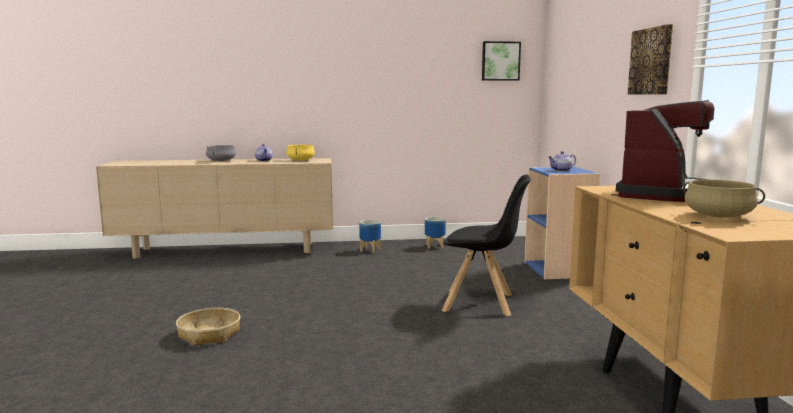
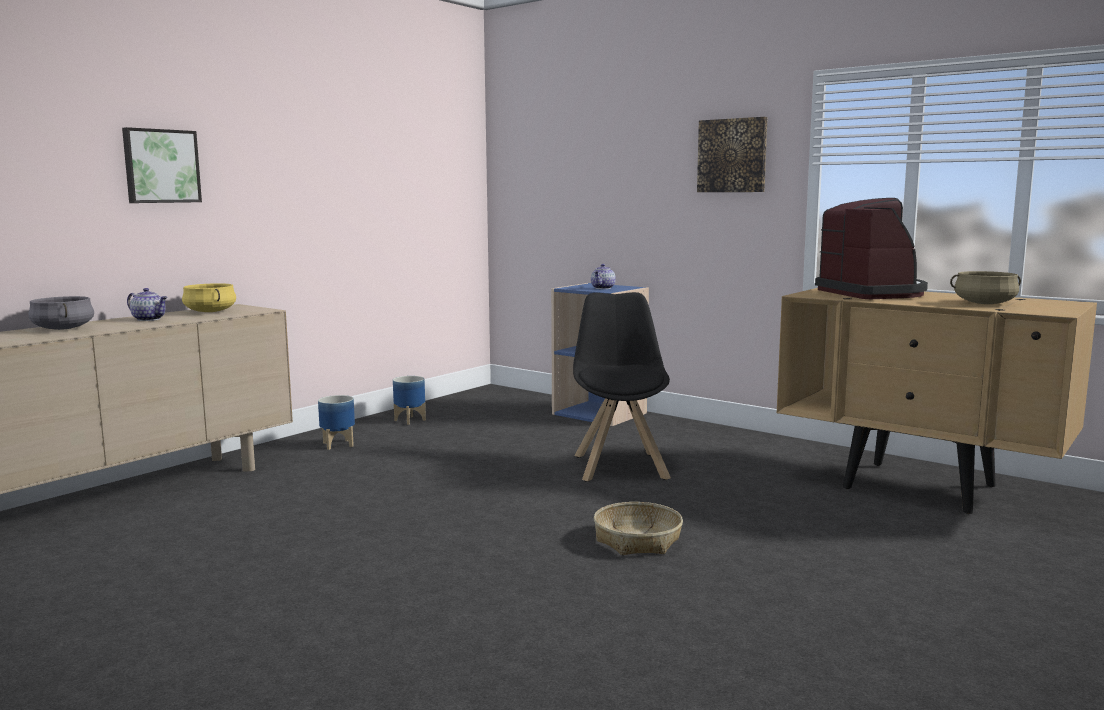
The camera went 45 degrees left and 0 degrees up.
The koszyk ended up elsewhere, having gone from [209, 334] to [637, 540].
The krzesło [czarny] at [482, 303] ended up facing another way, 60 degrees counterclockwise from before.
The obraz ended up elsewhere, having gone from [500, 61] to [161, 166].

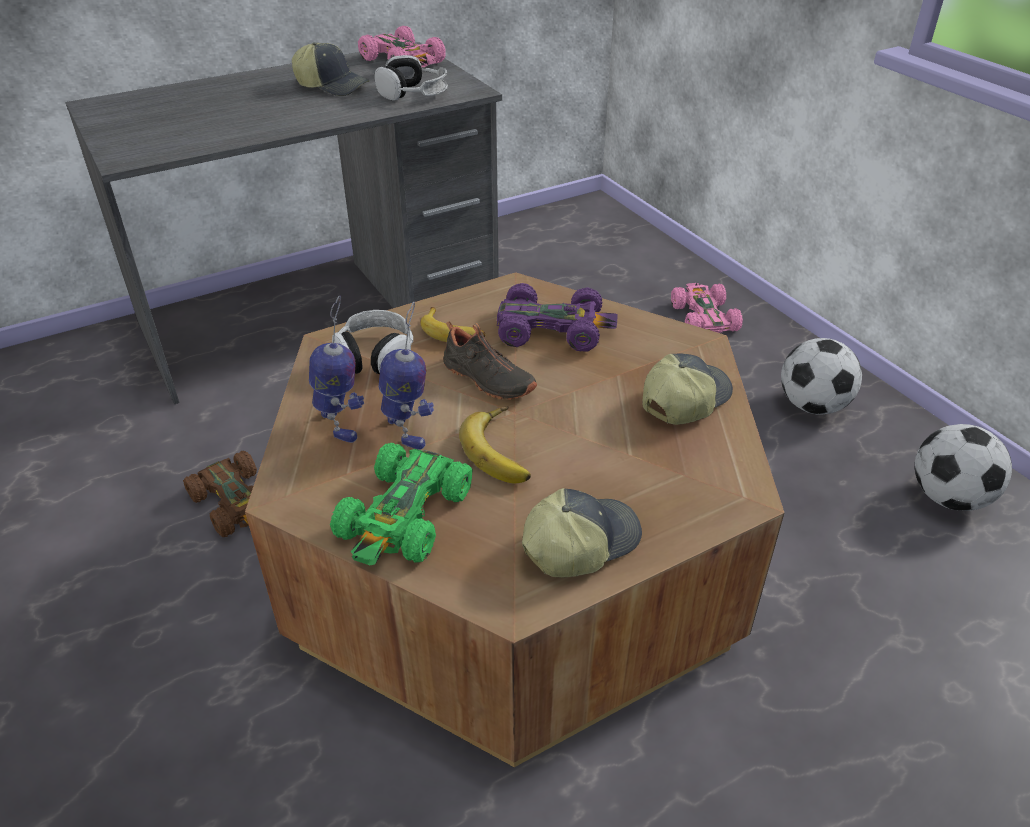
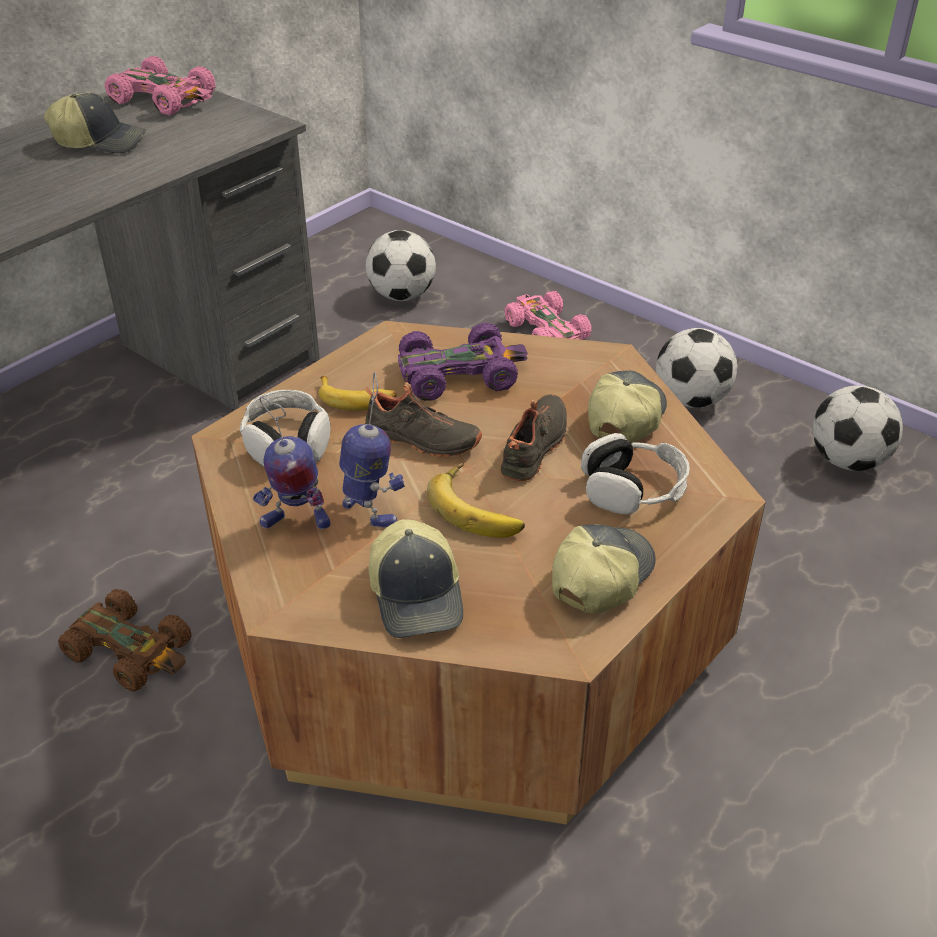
The camera went 20 degrees left and 0 degrees up.
The robot zabawkowy at [341, 424] ended up facing another way, 135 degrees clockwise from before.
Where the samochodzik [zielony] stood at [405, 516], the czapka z daszkiem came to stand at [418, 595].
The słuchawki ended up elsewhere, having gone from [413, 93] to [633, 489].
The second view gained the piłka futbolowa at [402, 296].
The second view gained the but [czarny] at [536, 447].

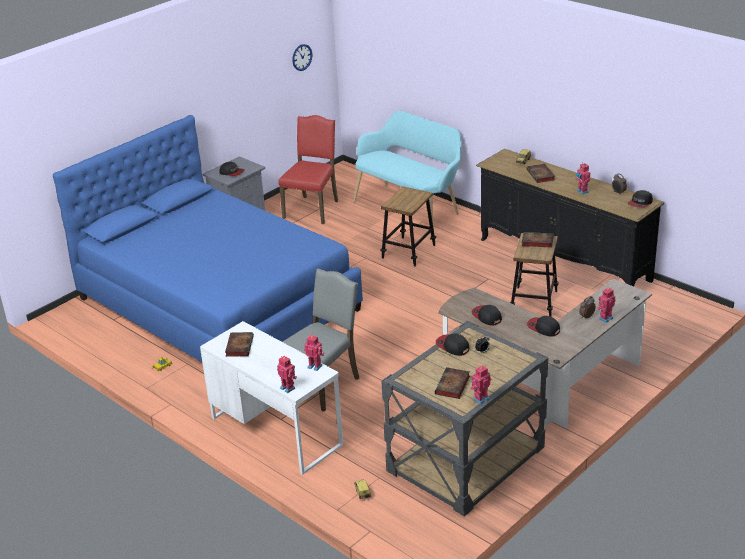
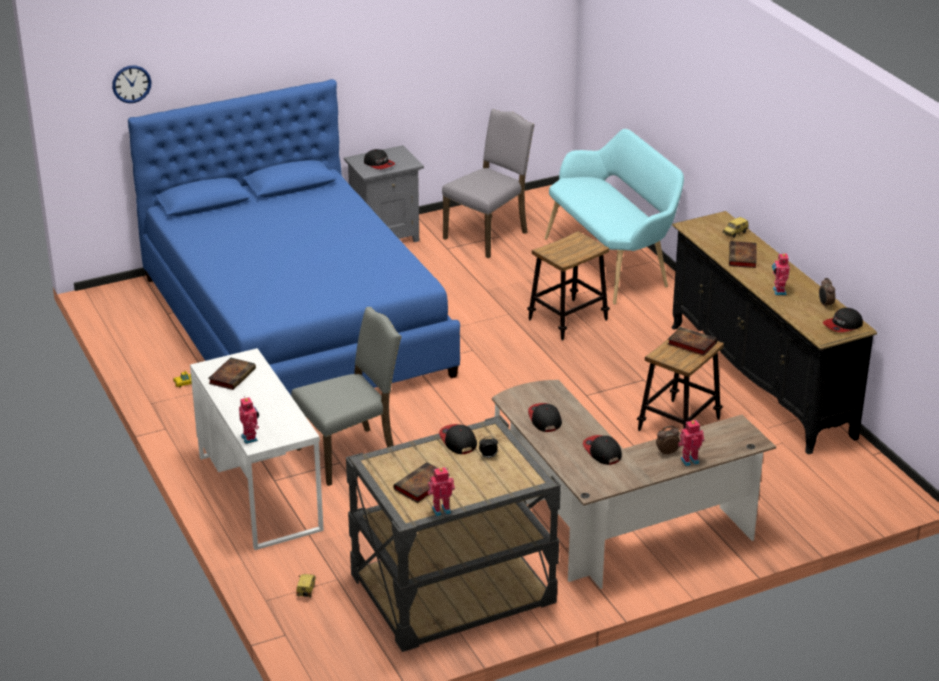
The camera went 20 degrees right and 0 degrees up.
What was the krzesło [czerwony] at [313, 209] turned into the krzesło [szary] at [488, 235].
The zegar ścienny ended up elsewhere, having gone from [302, 57] to [131, 84].
The second view lost the robot zabawkowy at [315, 366].

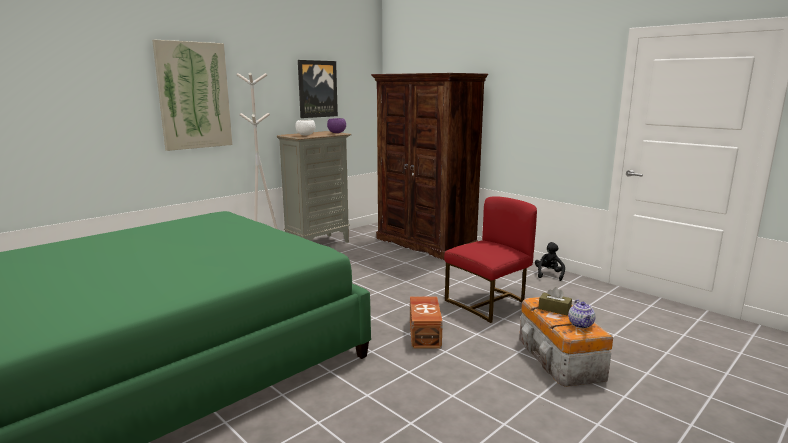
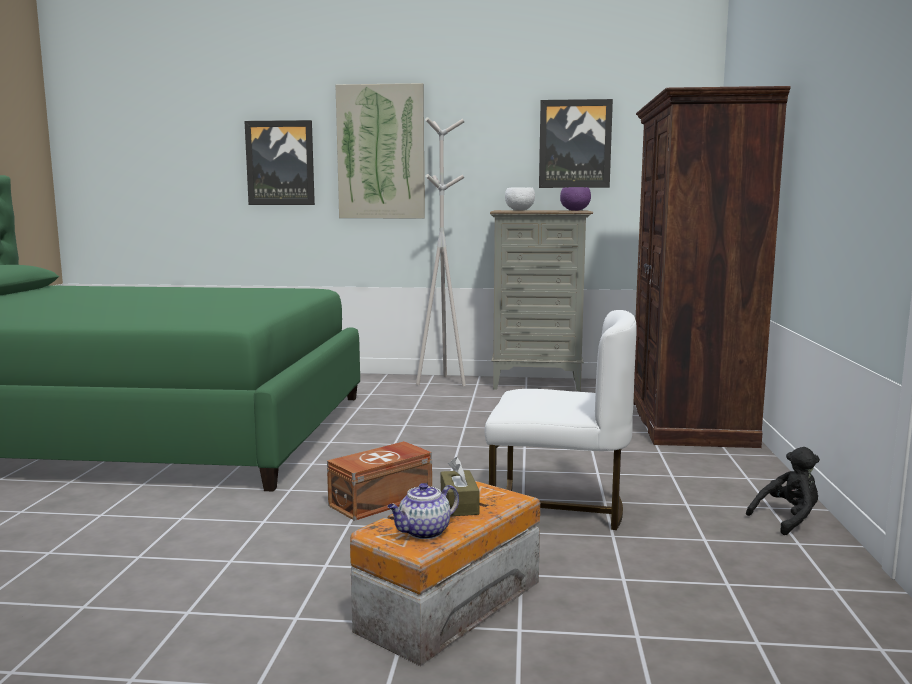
The camera went 50 degrees right and 5 degrees down.
What was the krzesło [czerwony] at [488, 303] turned into the krzesło [biały] at [558, 508].
The second view gained the obraz at [280, 163].

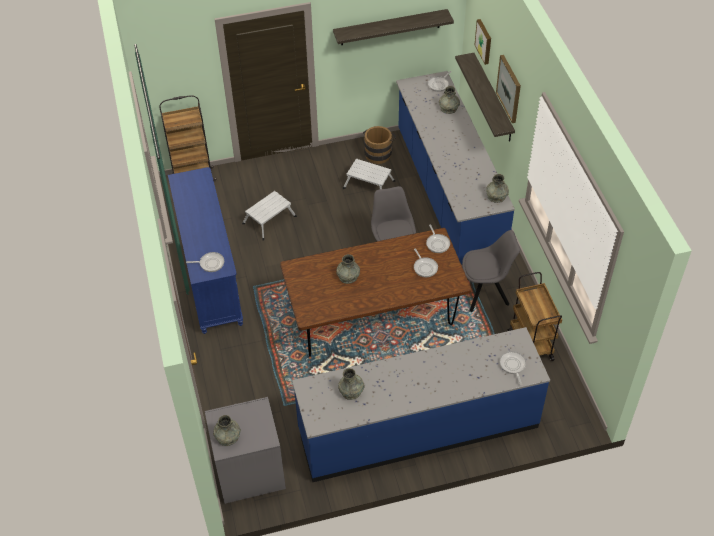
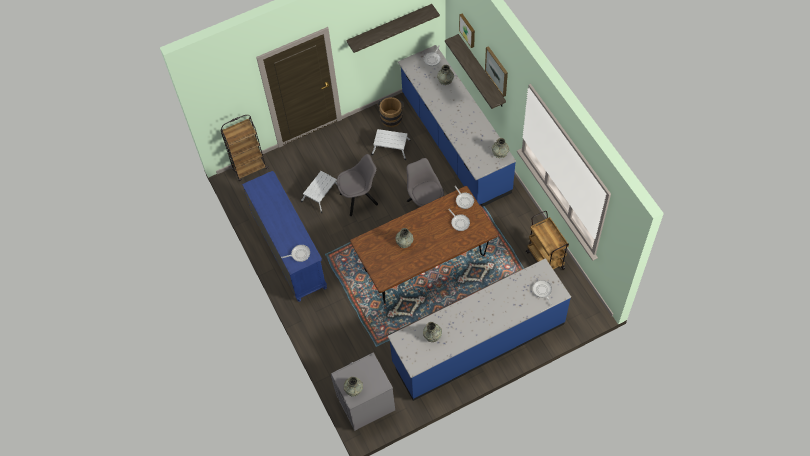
The camera went 10 degrees left and 10 degrees up.
The krzesło [szary] ended up elsewhere, having gone from [485, 294] to [359, 199].

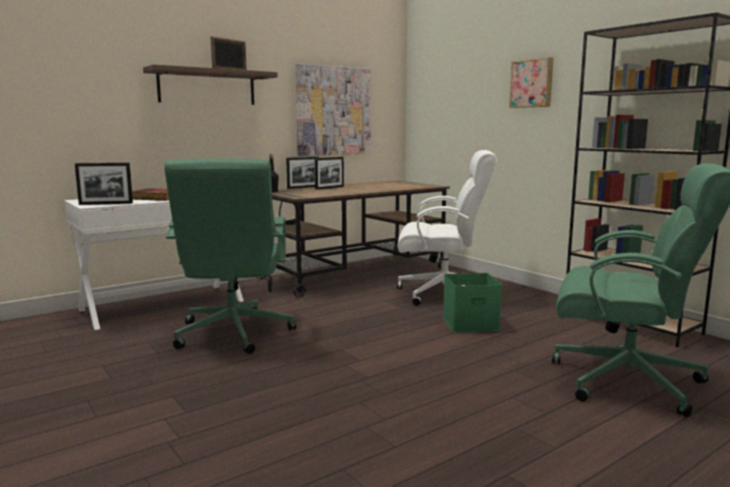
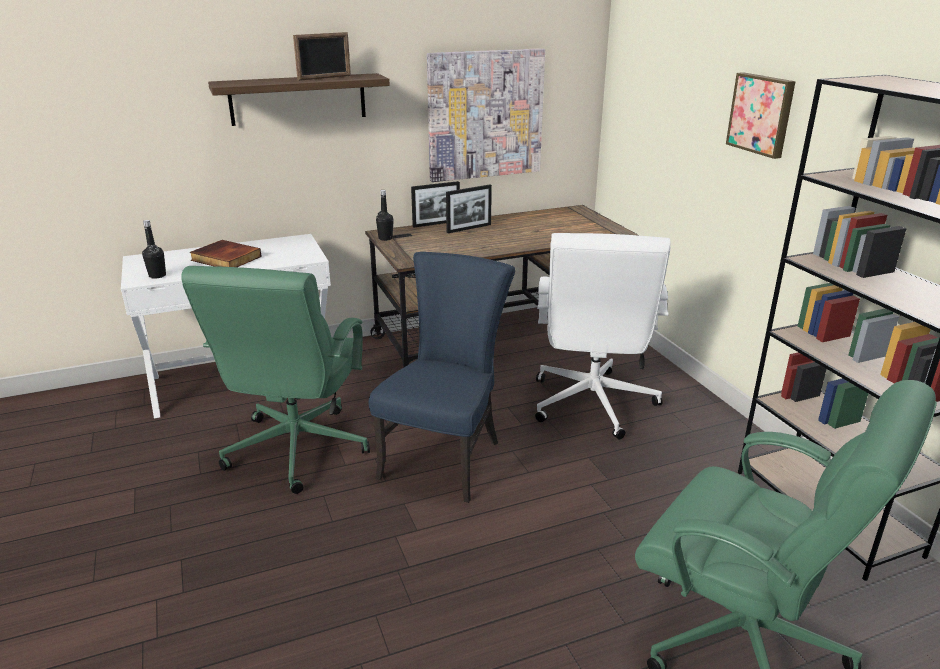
The camera went 15 degrees right and 15 degrees up.
Where the ramka na zdjęcie stood at [106, 204], the butelka [czarny] came to stand at [157, 275].
The krzesło biurowe [biały] at [443, 293] ended up facing another way, 75 degrees clockwise from before.
The second view lost the pojemnik do przechowywania [zielony] at [471, 323].
The second view gained the krzesło [niebieski] at [445, 456].

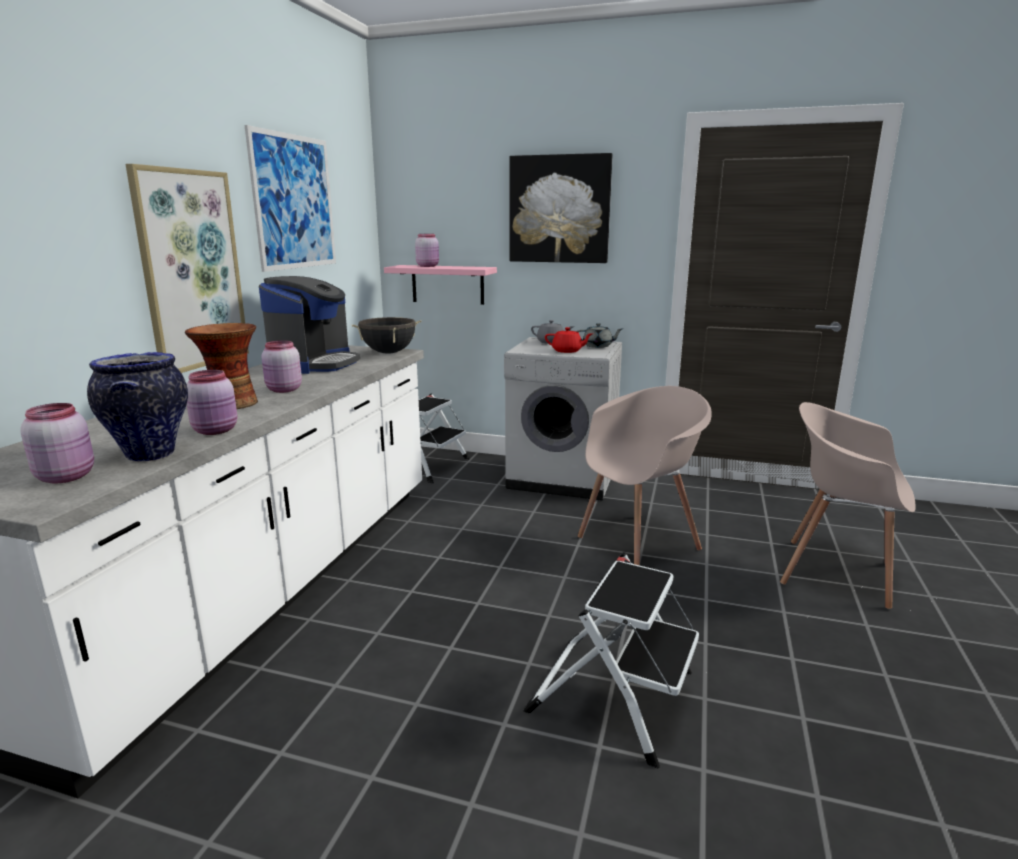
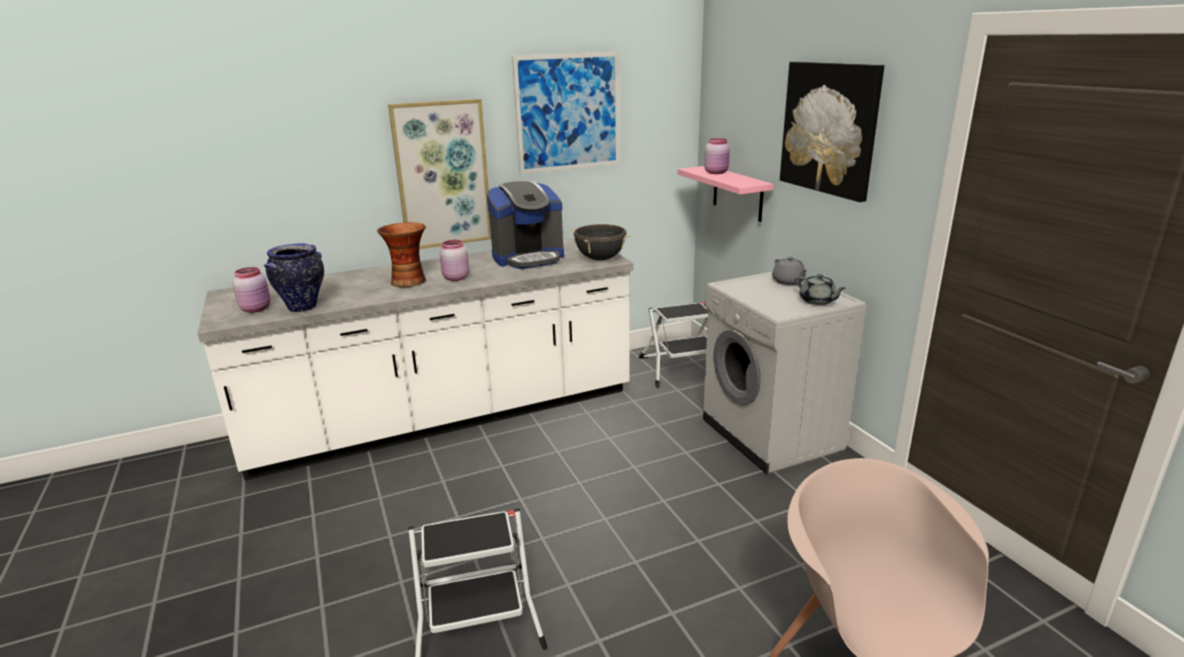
The camera went 50 degrees right and 5 degrees up.
The second view lost the słoik [różowy] at [217, 430].
The second view lost the imbryk [czerwony] at [567, 351].
The second view lost the krzesło [beżowy] at [639, 542].

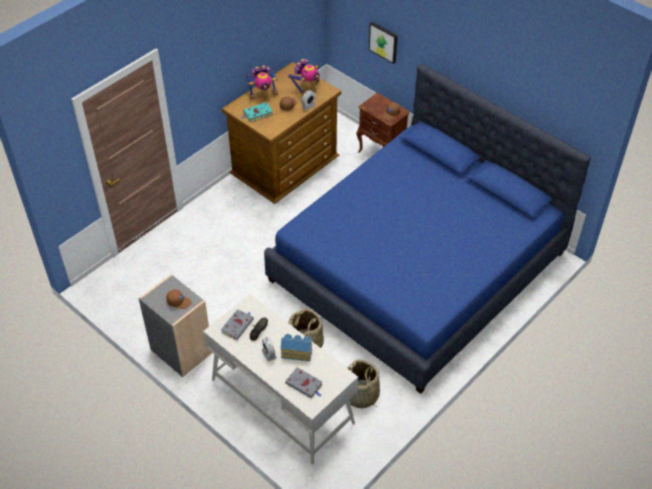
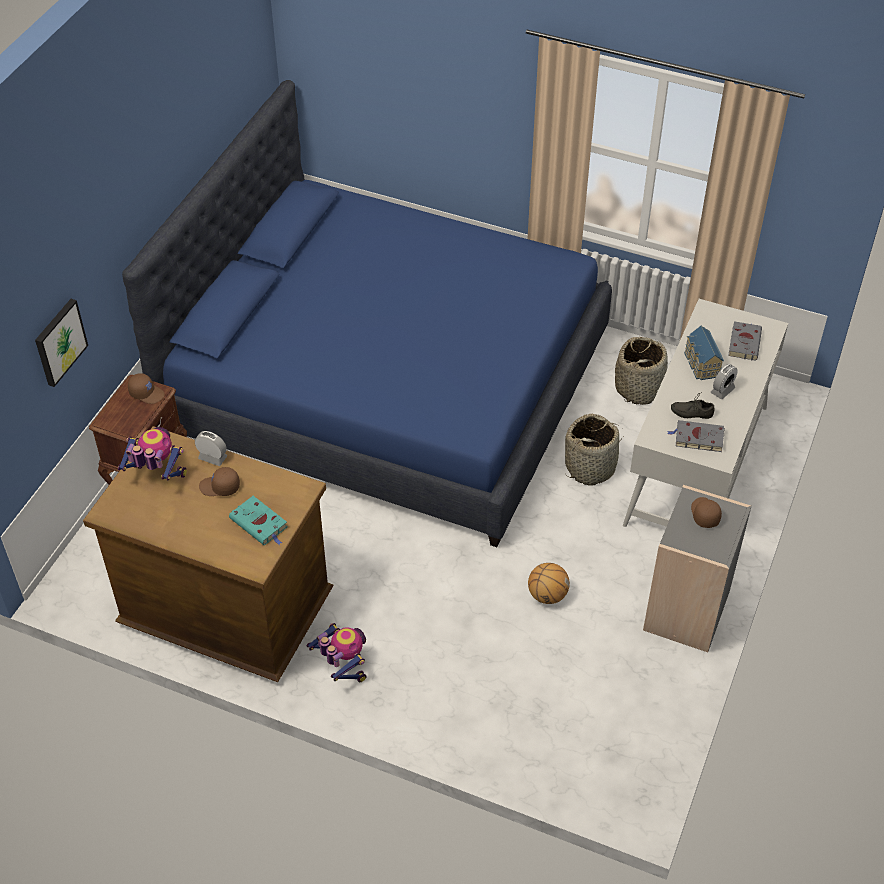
The camera went 110 degrees left and 0 degrees up.
The robot zabawkowy ended up elsewhere, having gone from [263, 93] to [342, 667].
The second view gained the piłka do koszykówki at [547, 595].

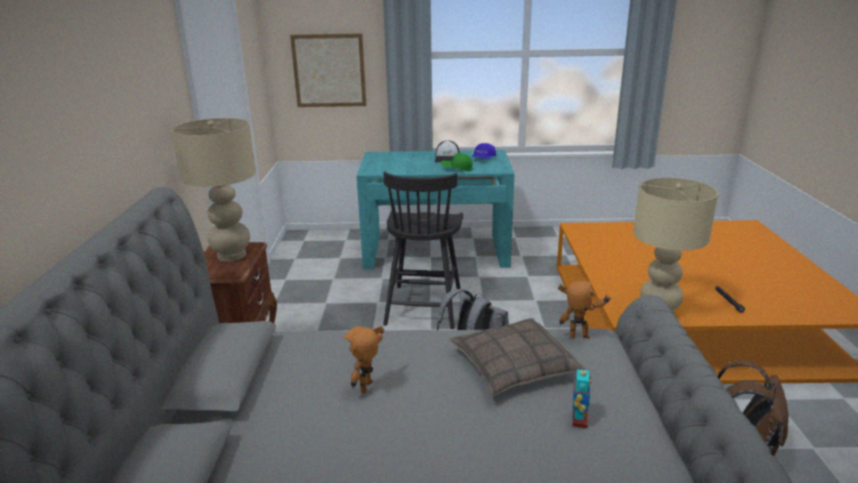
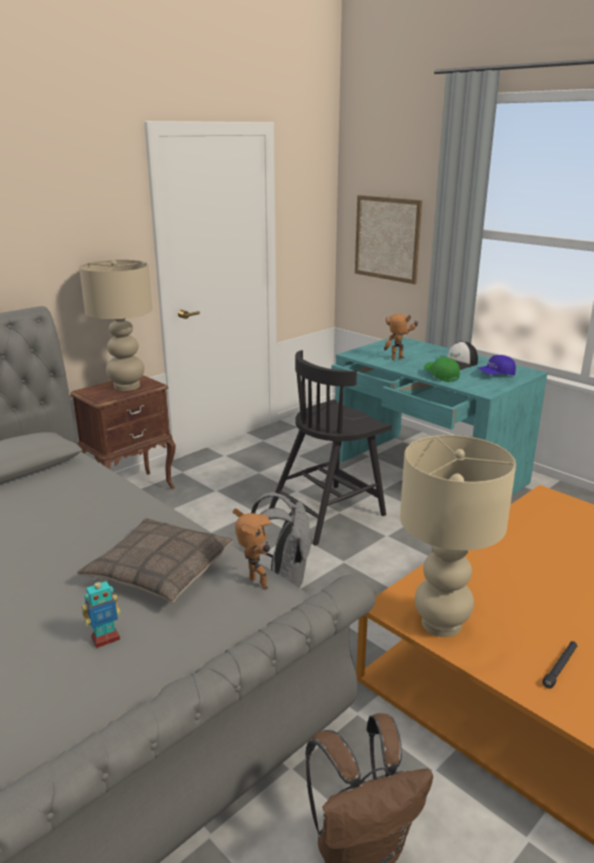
The camera went 45 degrees right and 0 degrees up.
The robot zabawkowy ended up elsewhere, having gone from [370, 388] to [399, 359].

